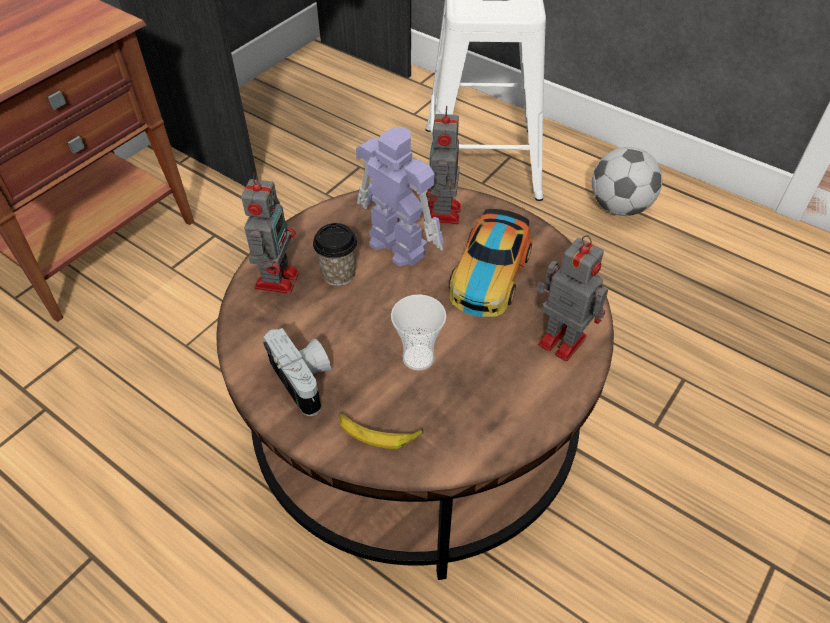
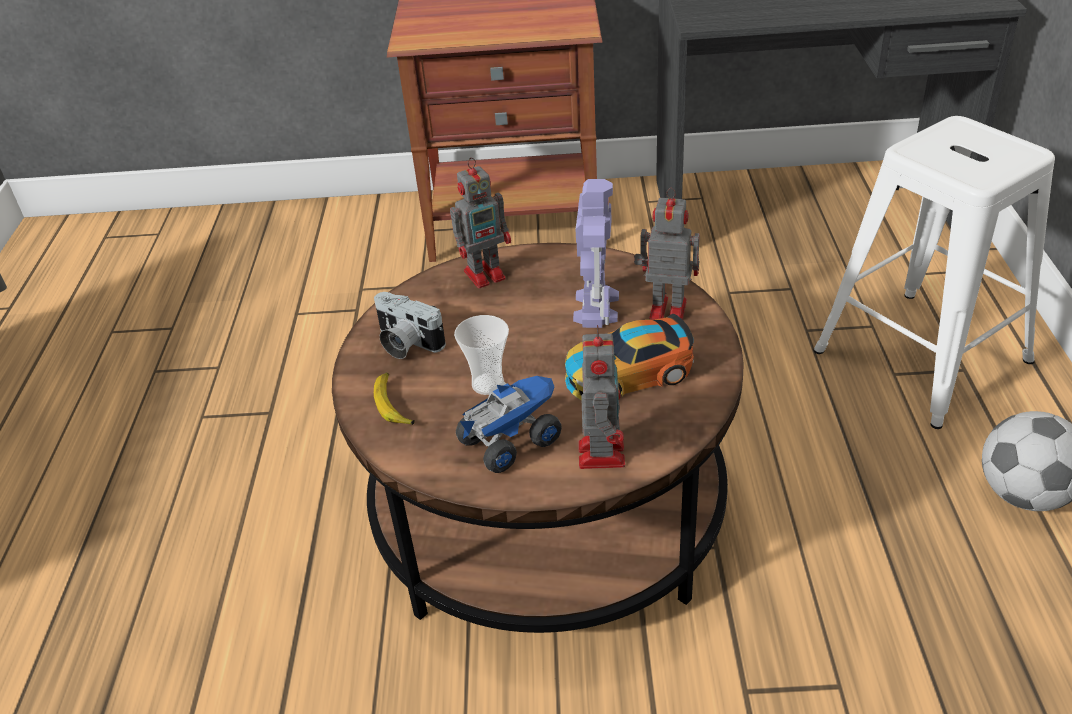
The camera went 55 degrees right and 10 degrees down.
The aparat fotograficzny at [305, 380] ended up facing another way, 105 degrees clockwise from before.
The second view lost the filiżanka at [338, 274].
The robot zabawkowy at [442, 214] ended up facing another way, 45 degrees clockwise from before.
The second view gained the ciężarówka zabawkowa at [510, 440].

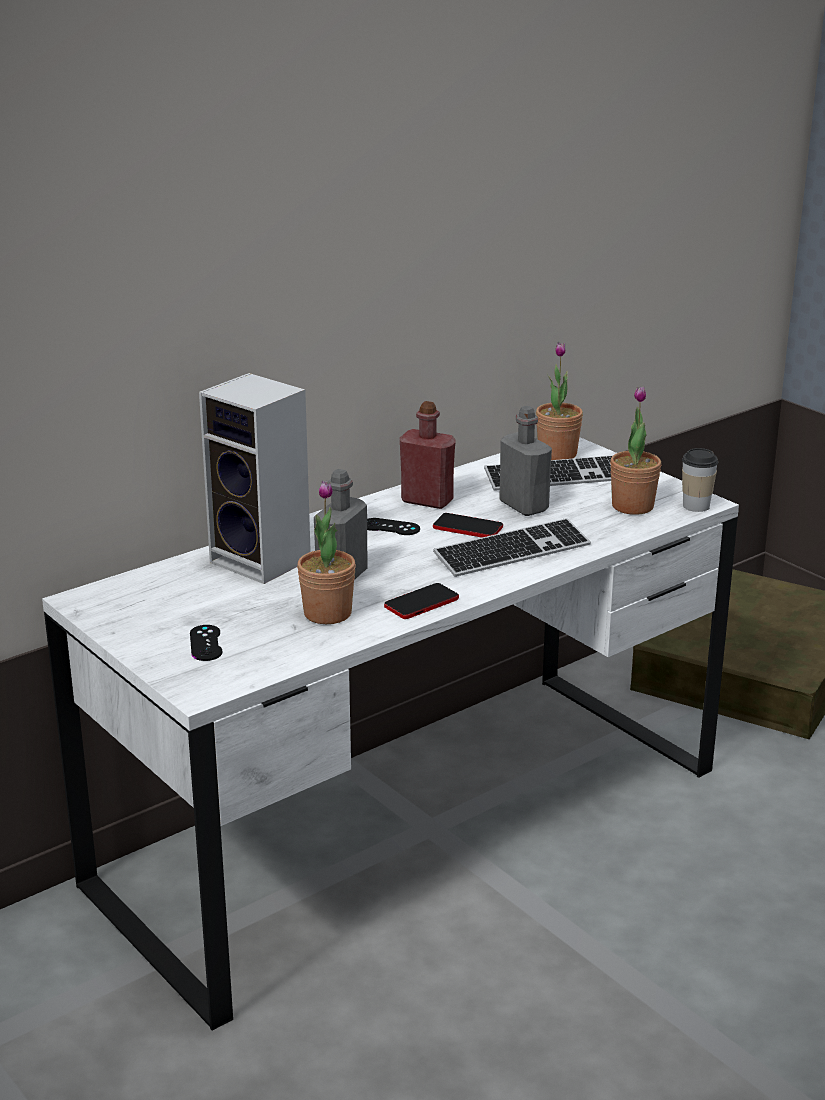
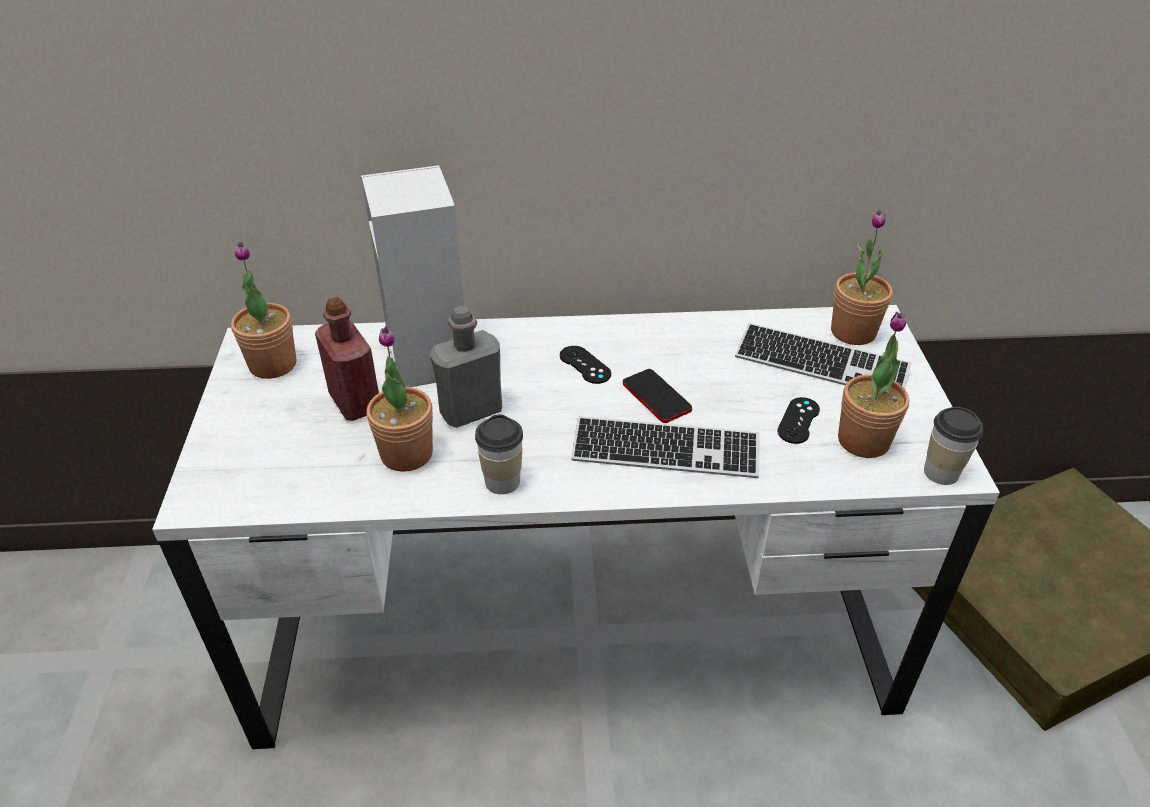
The camera went 35 degrees right and 15 degrees up.
The pad do gier [czarny] ended up elsewhere, having gone from [206, 643] to [798, 420].
Where the telefon stood at [421, 603], the filiżanka came to stand at [502, 481].
The butelka [czerwony] ended up elsewhere, having gone from [427, 501] to [355, 402].
The second view lost the butelka [szary] at [523, 506].
The second view gained the roślina doniczkowa at [273, 364].

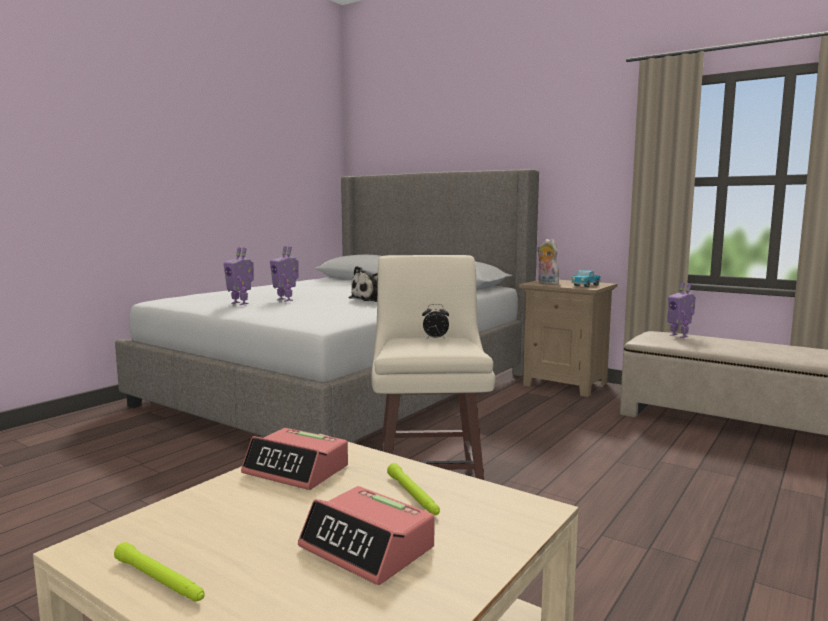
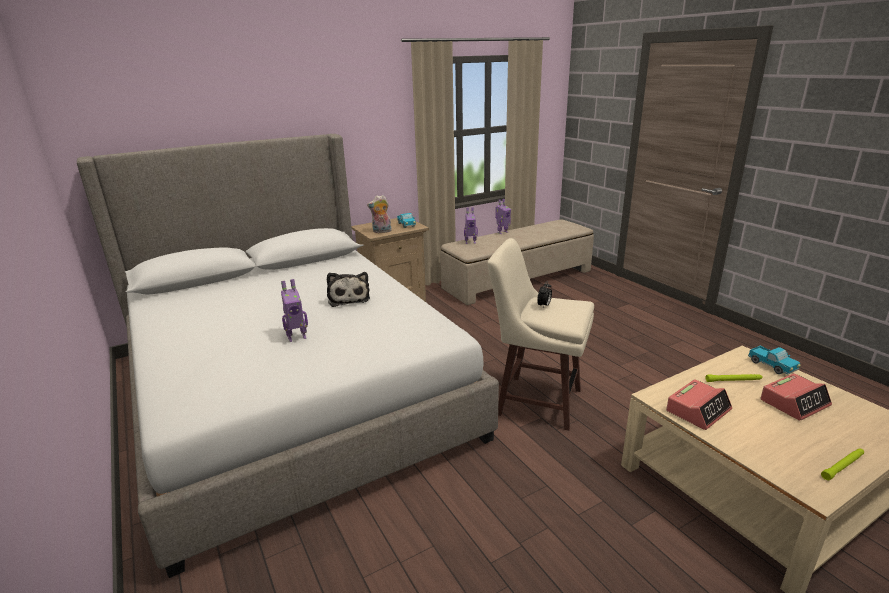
The camera went 65 degrees left and 15 degrees up.
The robot zabawkowy ended up elsewhere, having gone from [240, 303] to [502, 232].
The second view gained the ciężarówka zabawkowa at [772, 366].

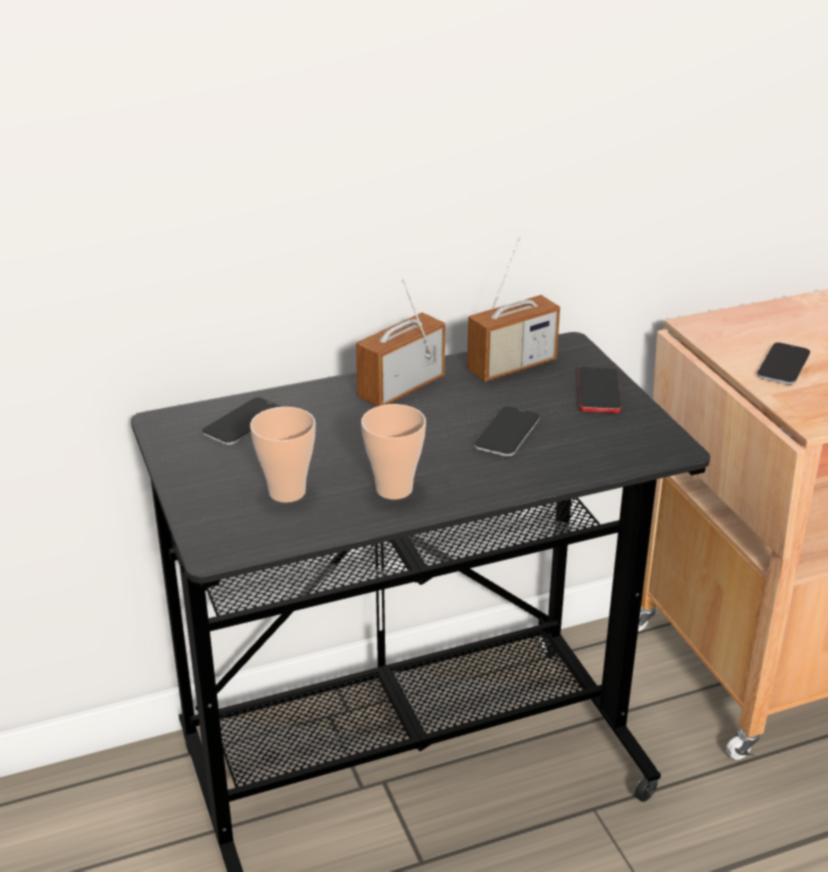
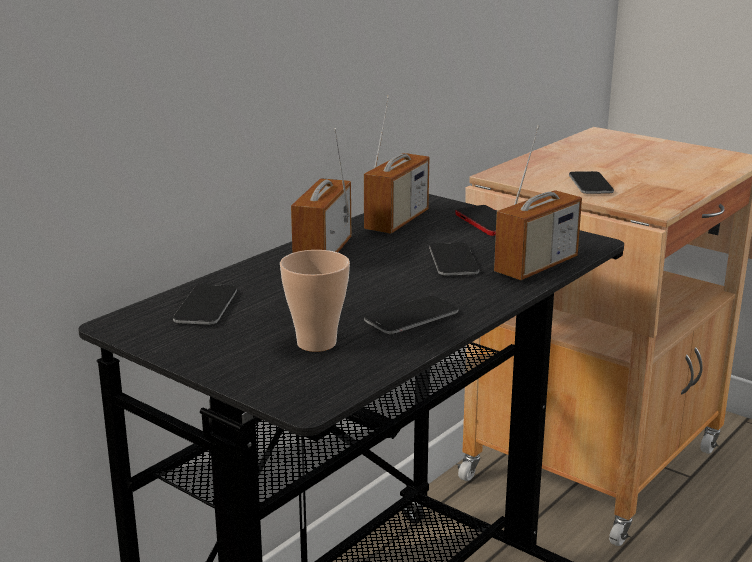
The camera went 30 degrees left and 10 degrees down.
Where the filiżanka stood at [394, 489], the telefon came to stand at [411, 317].
The second view gained the radio at [536, 266].

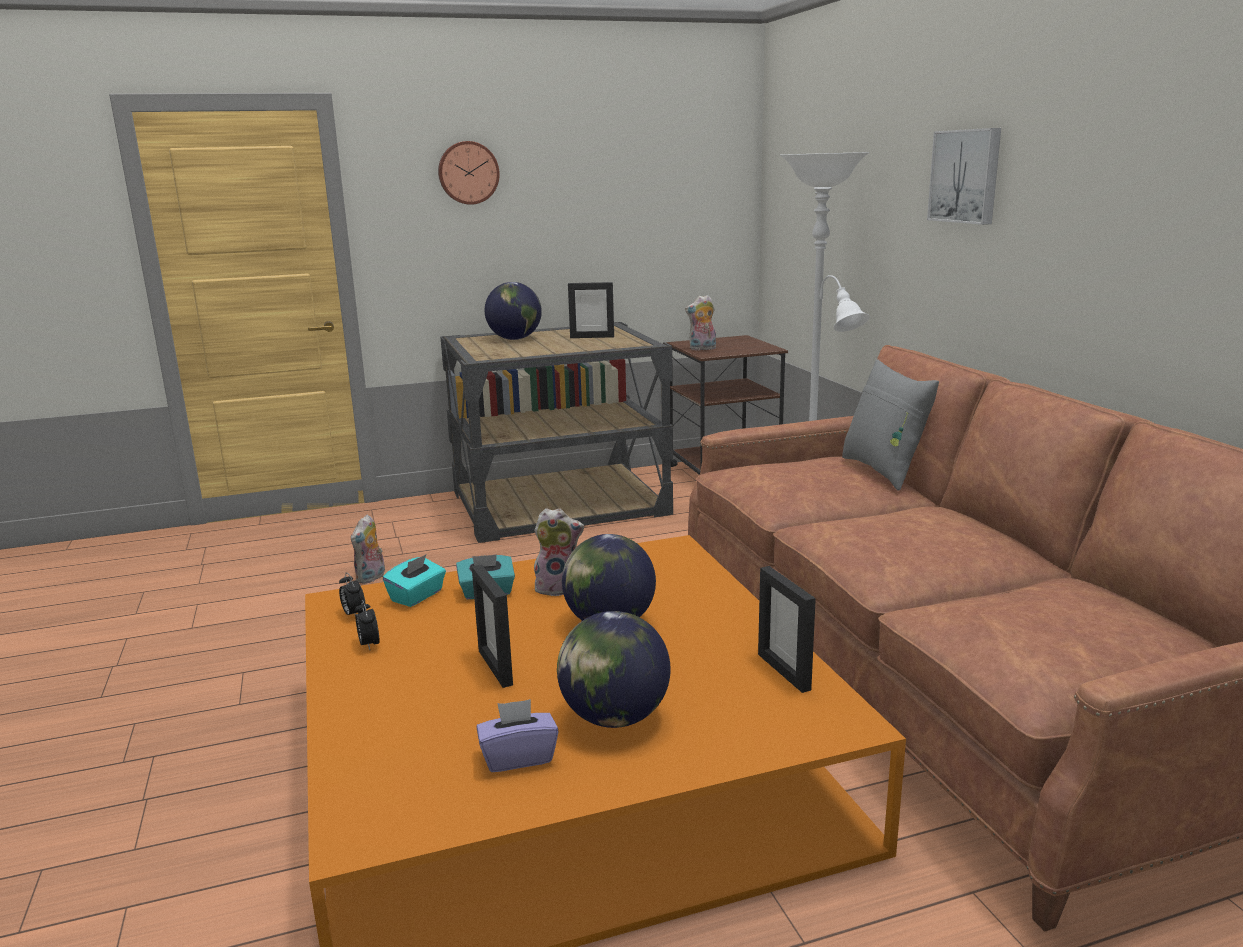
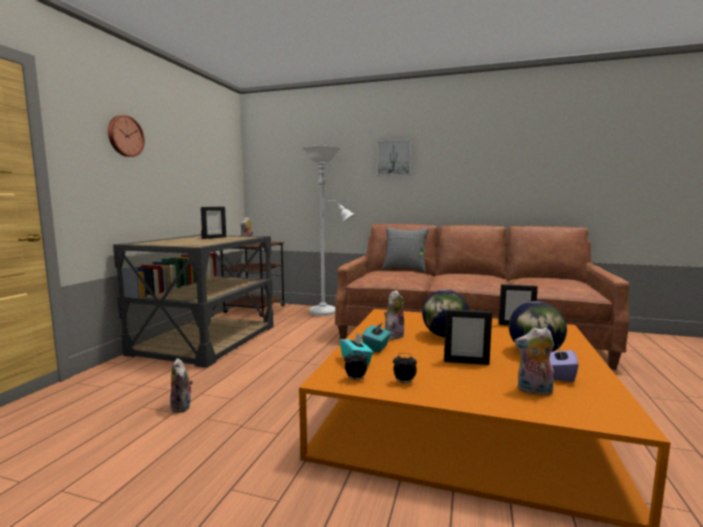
The camera went 55 degrees left and 10 degrees down.
The second view lost the globus at [515, 339].
The second view gained the pluszak at [534, 391].

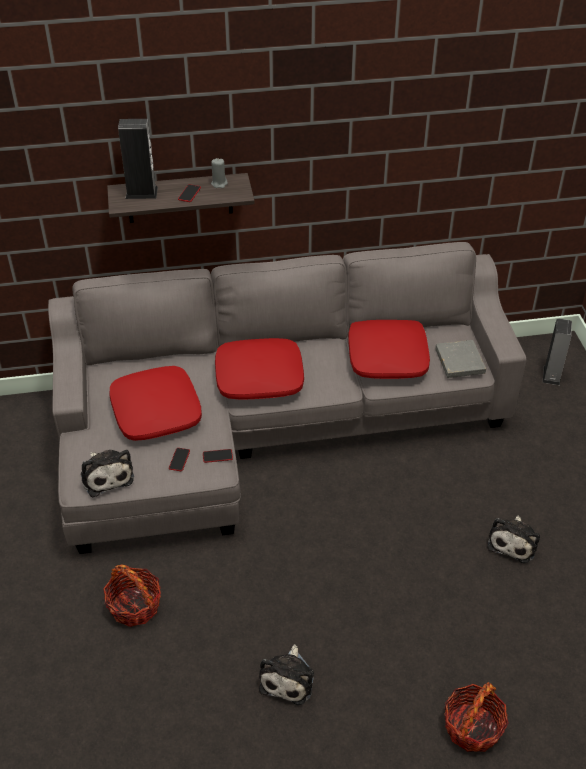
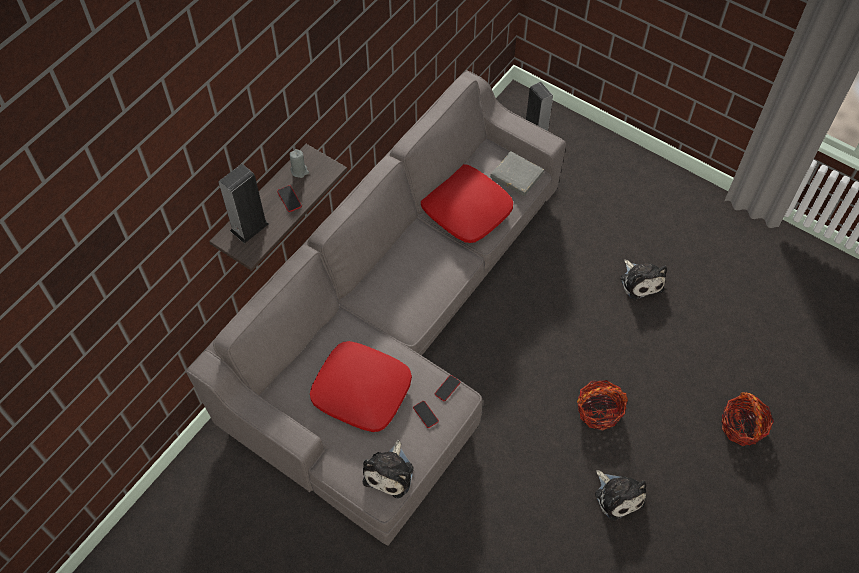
The camera went 45 degrees left and 15 degrees up.
The pluszak at [106, 475] ended up facing another way, 90 degrees clockwise from before.
The koszyk ended up elsewhere, having gone from [135, 606] to [599, 411].
The second view lost the poduszka [czerwony] at [259, 377].

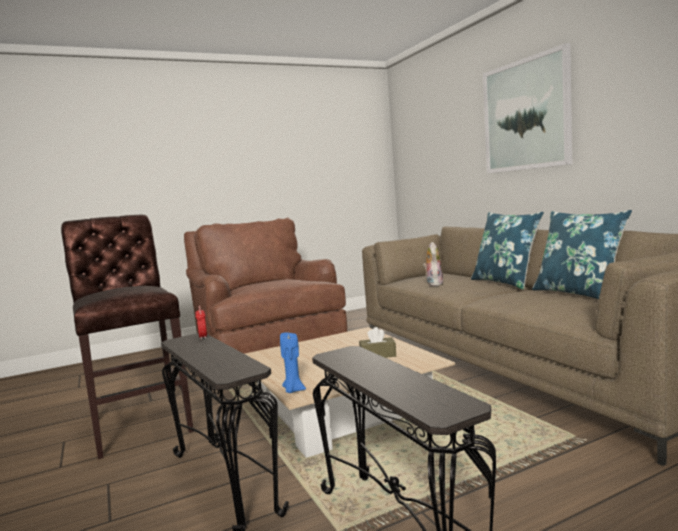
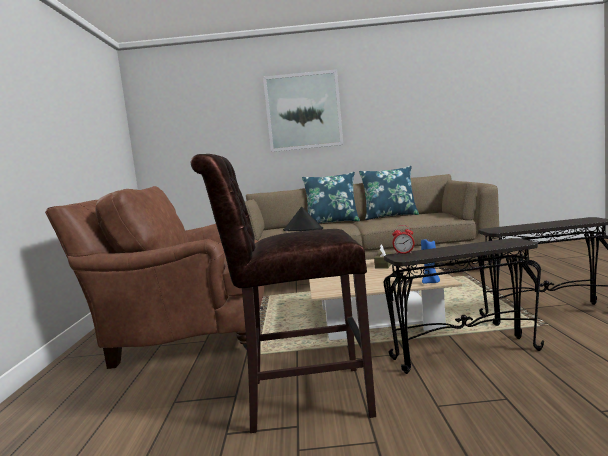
The camera went 65 degrees left and 0 degrees up.
Where the pluszak stood at [433, 284], the kapelusz [czarny] came to stand at [303, 230].

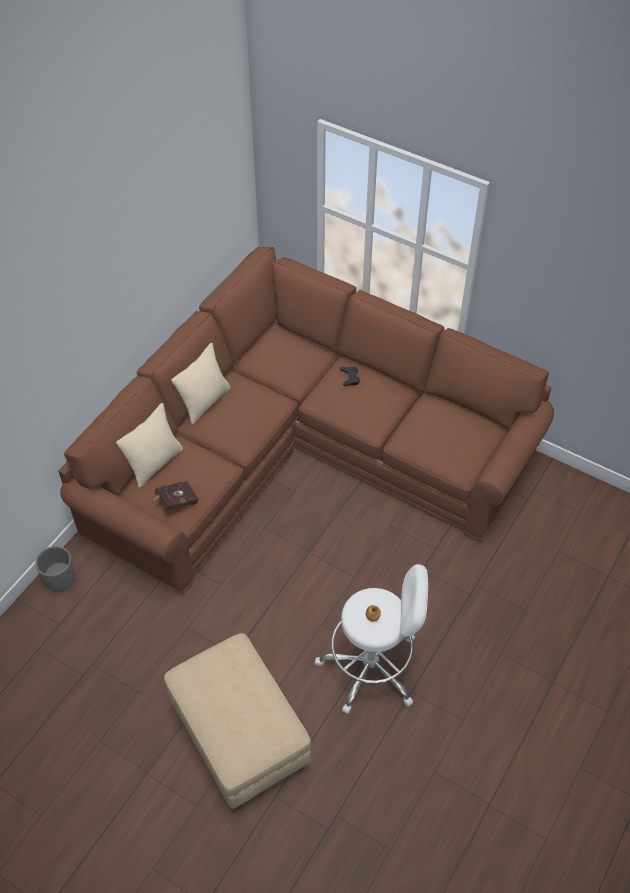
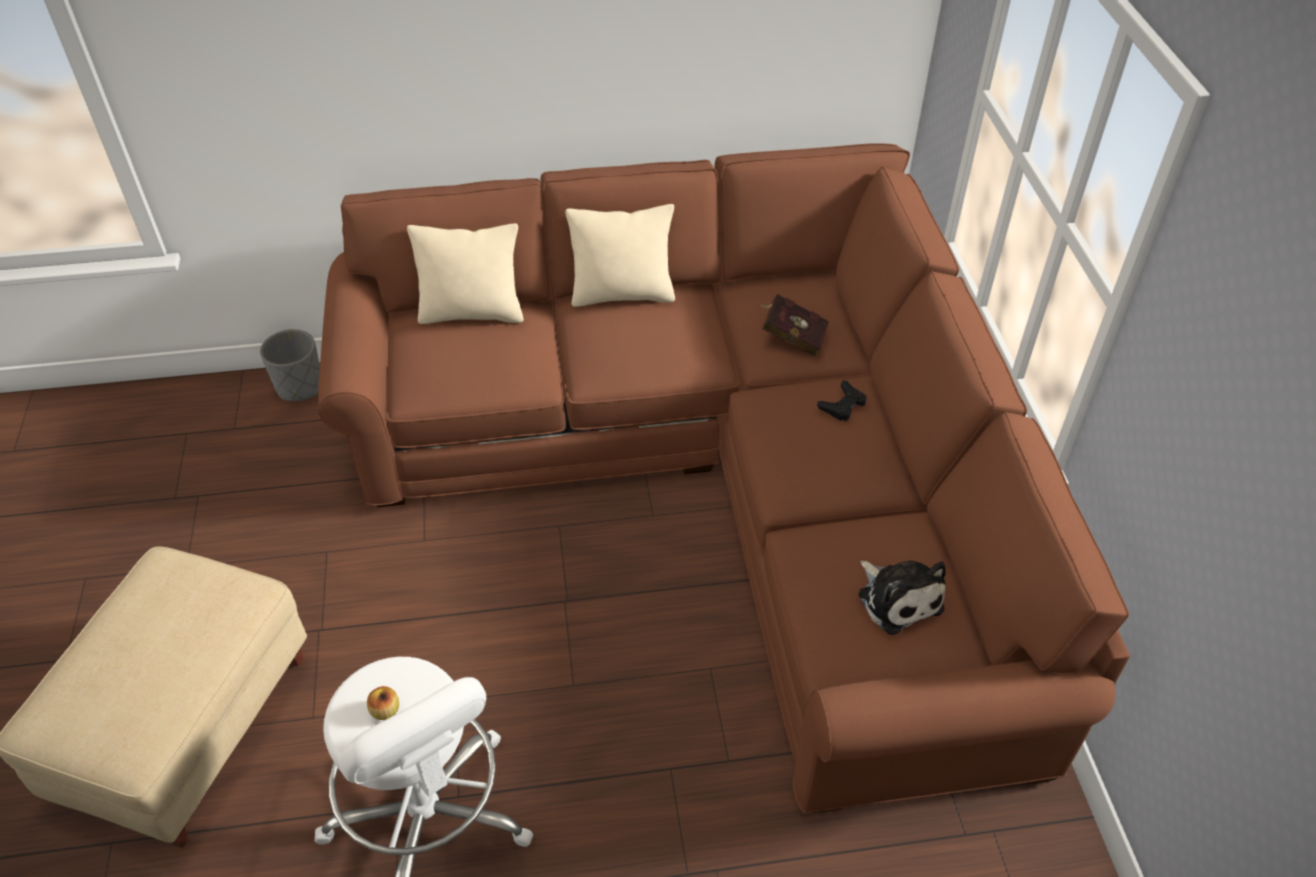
The camera went 50 degrees right and 5 degrees down.
The książka [czerwony] ended up elsewhere, having gone from [175, 502] to [791, 336].
The second view gained the pluszak at [897, 598].

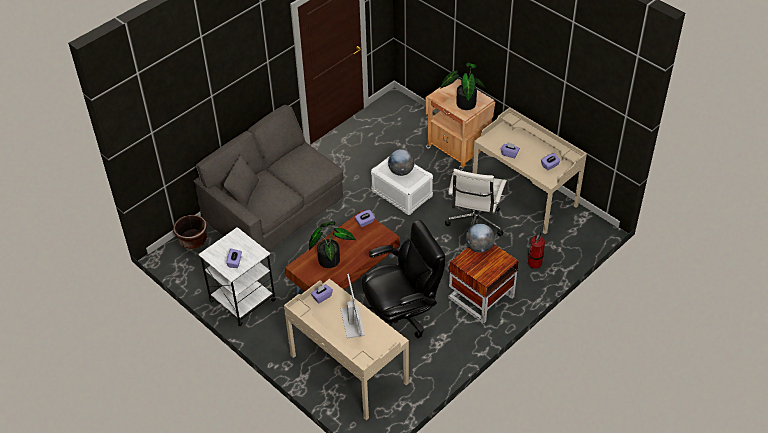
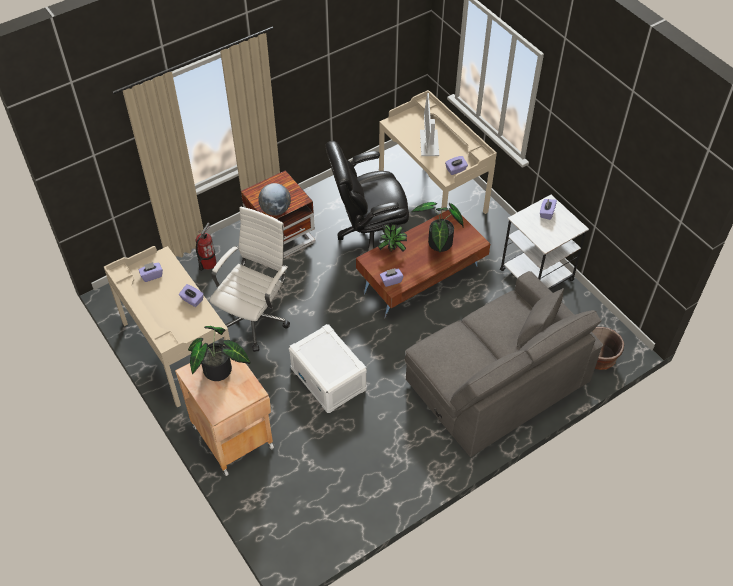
The camera went 170 degrees left and 5 degrees up.
The second view lost the globus at [401, 171].
The second view gained the roślina doniczkowa at [393, 249].

